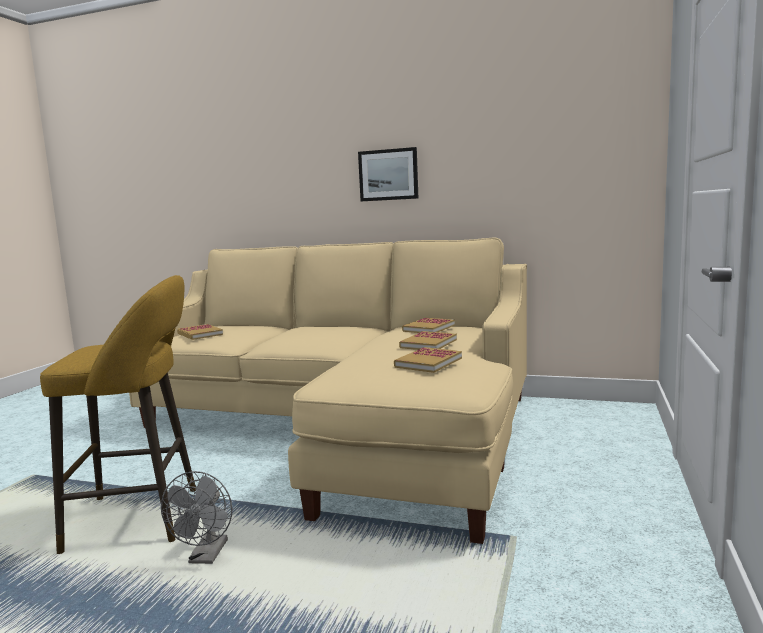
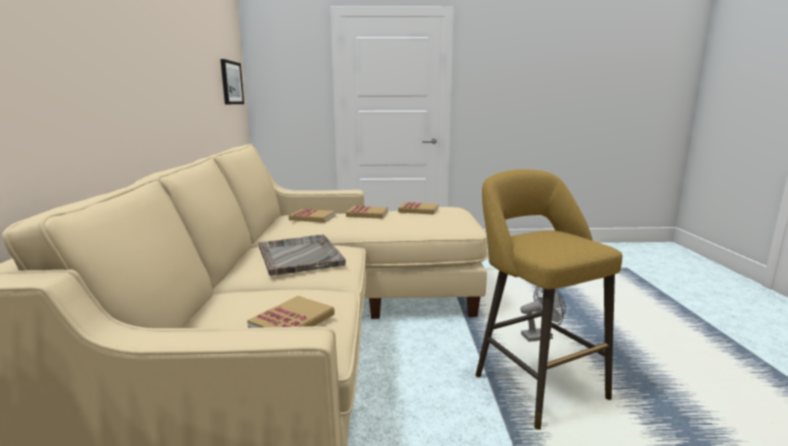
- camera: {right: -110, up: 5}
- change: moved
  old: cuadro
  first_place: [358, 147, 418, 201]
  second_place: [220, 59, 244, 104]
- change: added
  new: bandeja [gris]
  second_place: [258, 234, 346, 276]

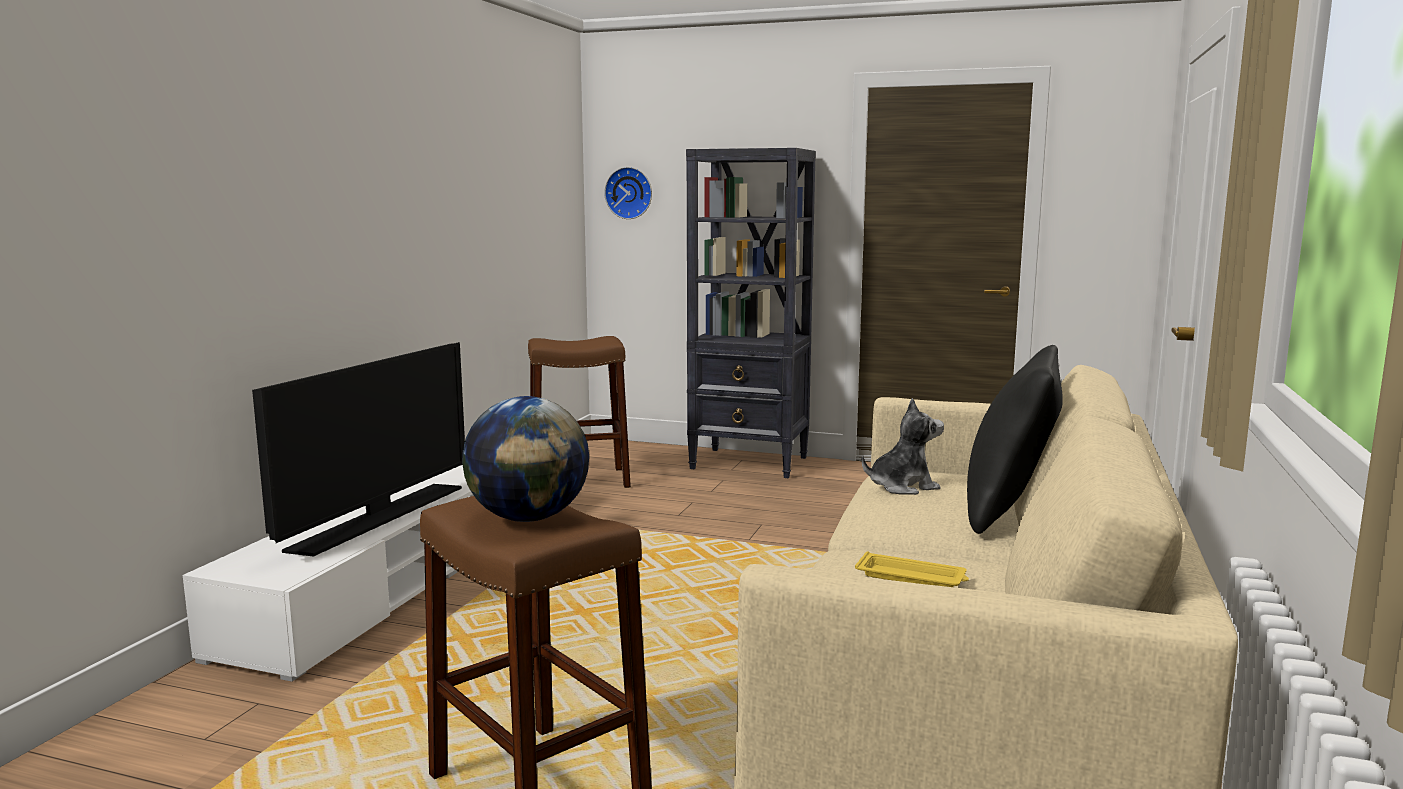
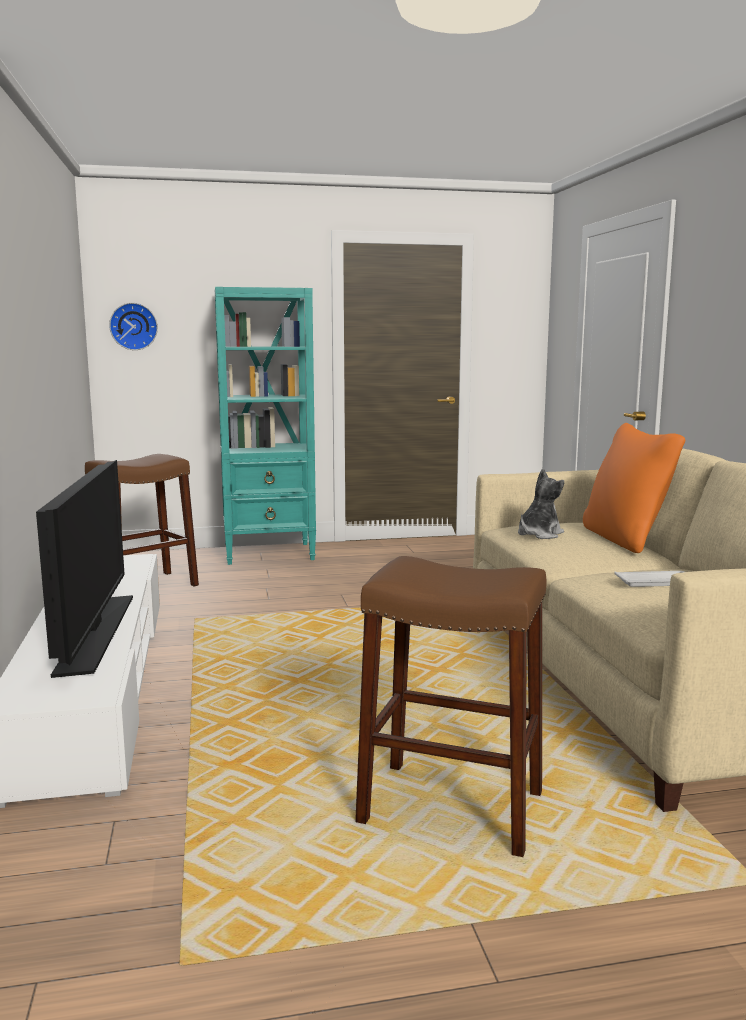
- camera: {right: -30, up: 0}
- change: recoloured
  old: estantería [negro]
  new: estantería [turquesa]
  first_place: [686, 148, 816, 478]
  second_place: [215, 287, 316, 565]
- change: recoloured
  old: cojín [negro]
  new: cojín [naranja]
  first_place: [967, 345, 1063, 534]
  second_place: [583, 423, 685, 553]
- change: recoloured
  old: bandeja [amarillo]
  new: bandeja [blanco]
  first_place: [855, 551, 969, 587]
  second_place: [614, 571, 684, 587]
- change: removed
  old: globo terráqueo
  first_place: [462, 396, 589, 522]

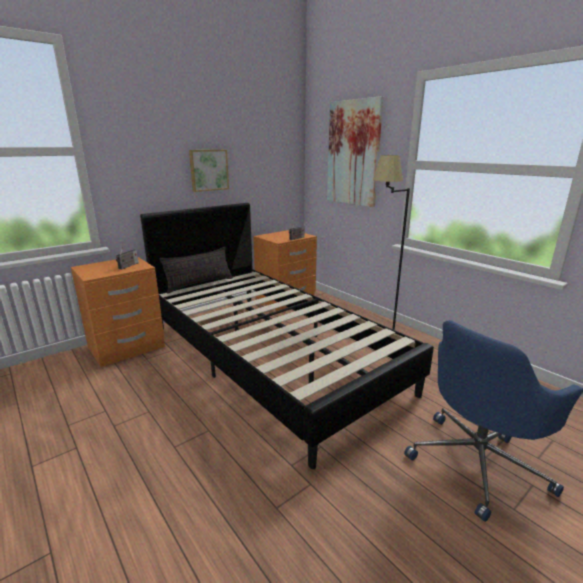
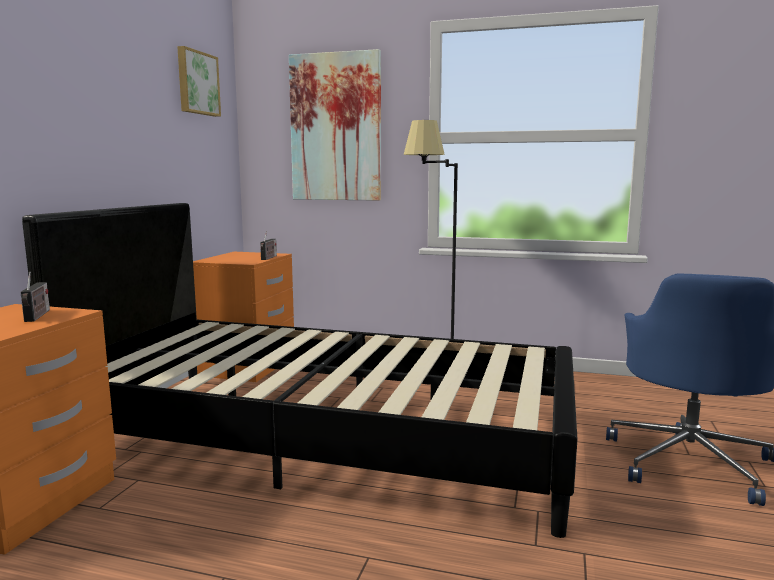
- camera: {right: -35, up: -10}
- change: moved
  old: cuadro
  first_place: [189, 150, 229, 192]
  second_place: [177, 46, 221, 117]
- change: removed
  old: cojín
  first_place: [159, 247, 233, 293]

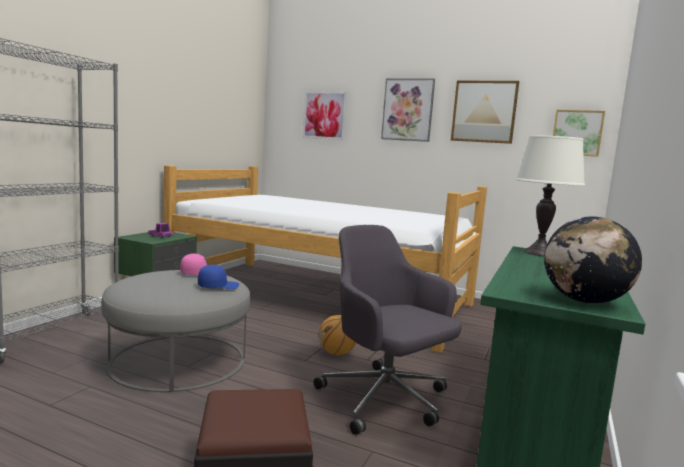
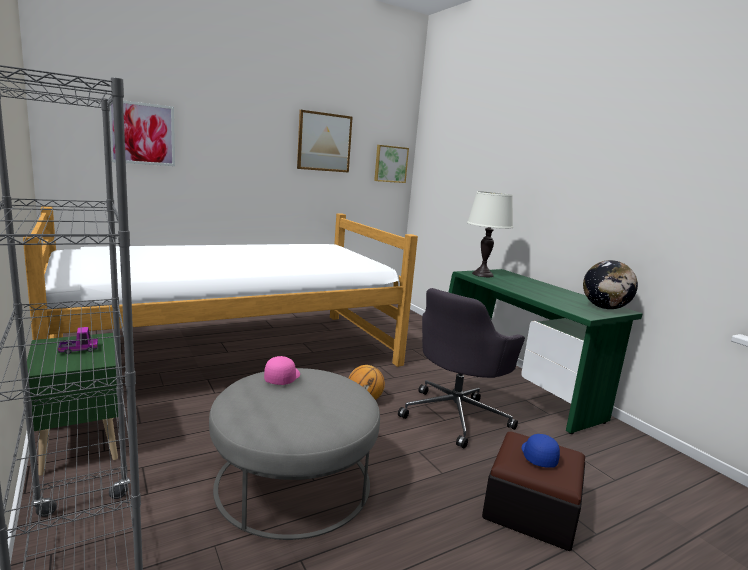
- camera: {right: -55, up: 5}
- change: turned
  old: silla de oficina [gris]
  first_place: [314, 225, 462, 435]
  second_place: [398, 288, 525, 448]
  degrees: -45
- change: moved
  old: gorra [azul]
  first_place: [198, 264, 240, 289]
  second_place: [521, 434, 560, 468]
- change: removed
  old: cuadro
  first_place: [381, 78, 435, 142]

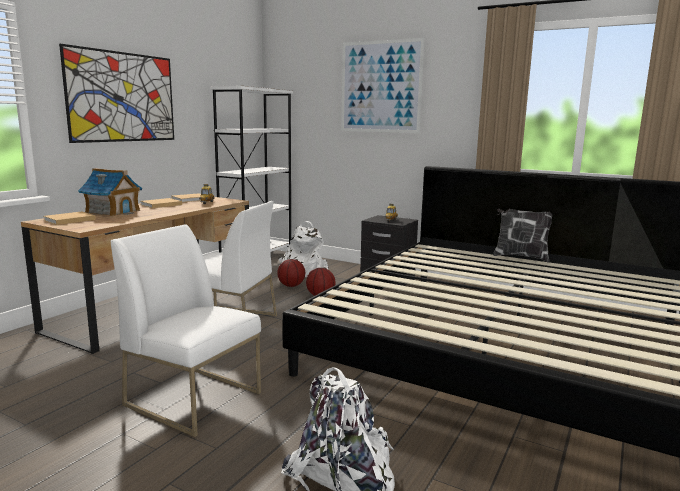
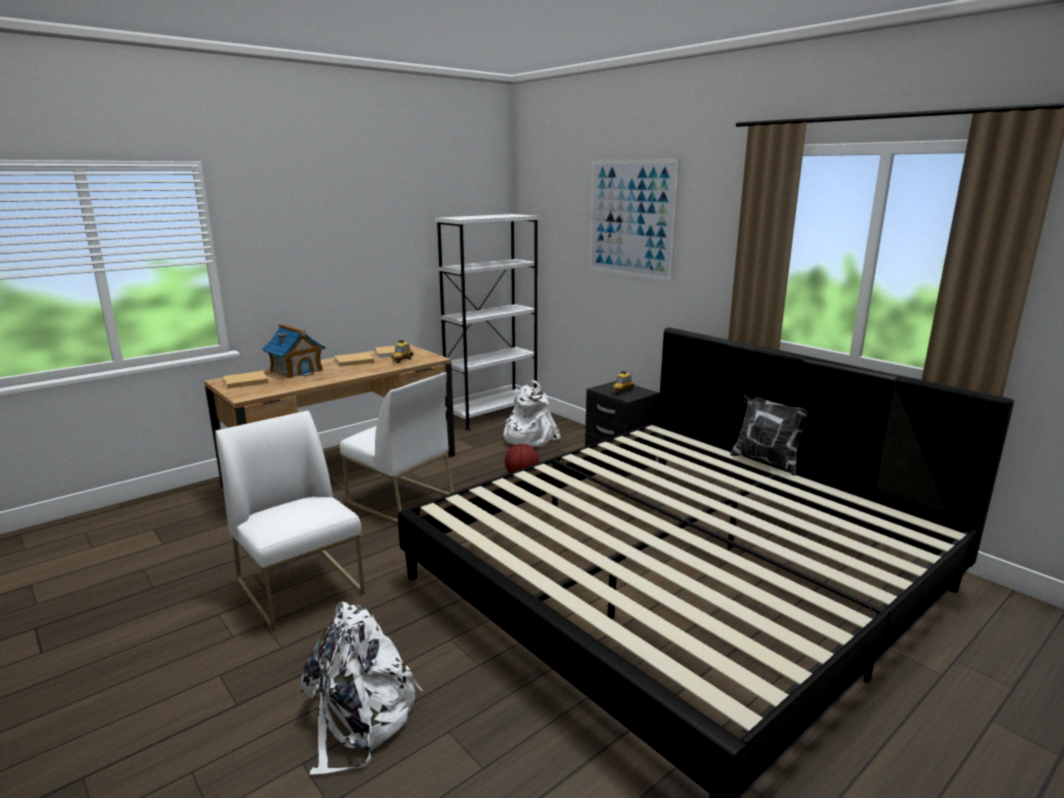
- camera: {right: 20, up: 5}
- change: removed
  old: cuadro
  first_place: [59, 44, 174, 143]
- change: removed
  old: balón de baloncesto
  first_place: [277, 259, 305, 287]

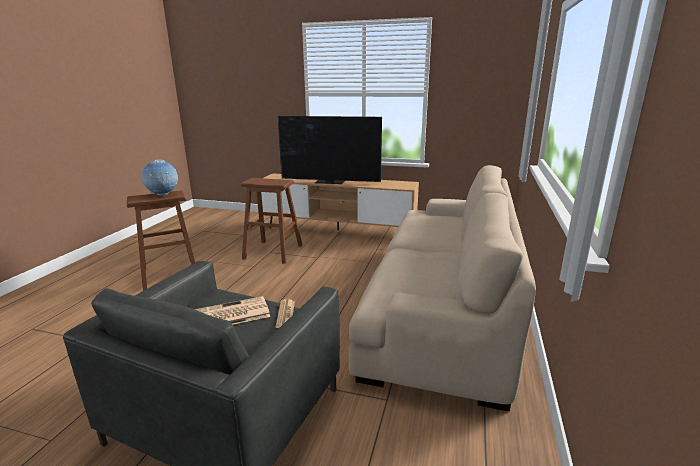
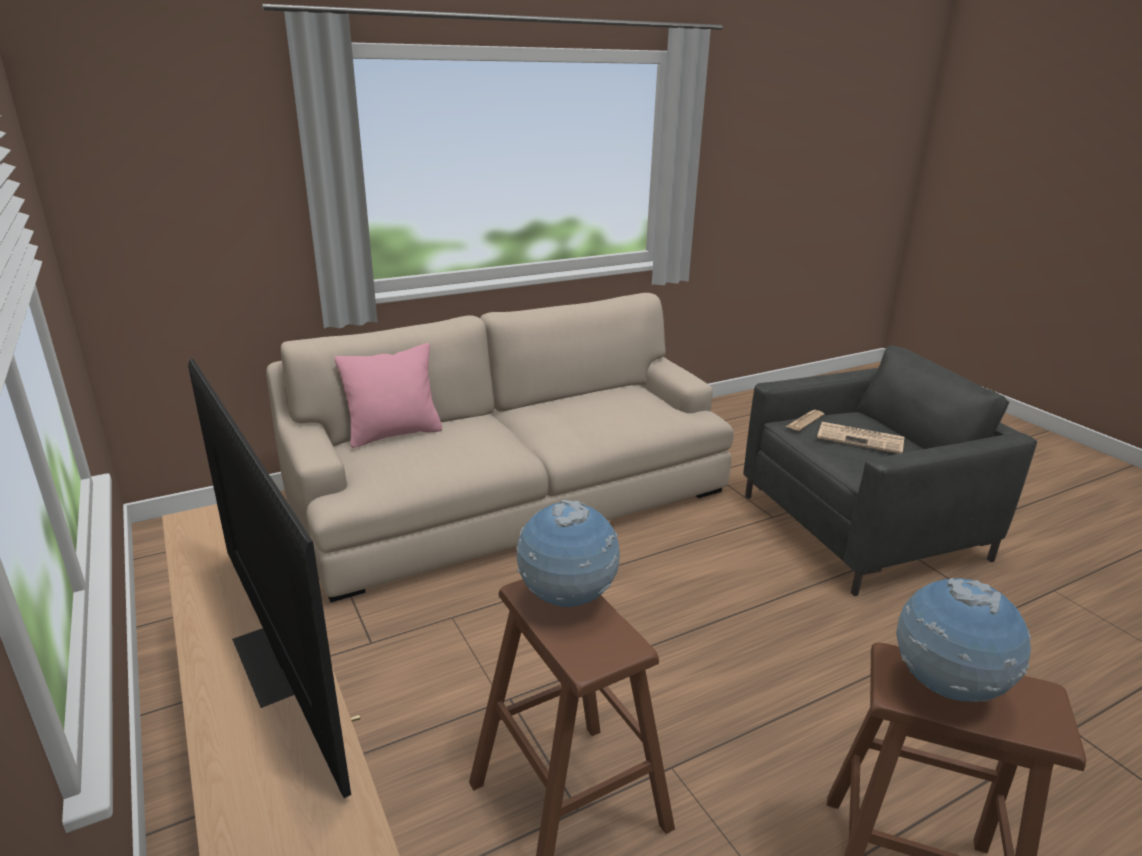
- camera: {right: -135, up: 5}
- change: added
  new: cojín [rosa]
  second_place: [335, 343, 442, 448]
- change: added
  new: globo terráqueo
  second_place: [516, 500, 620, 607]

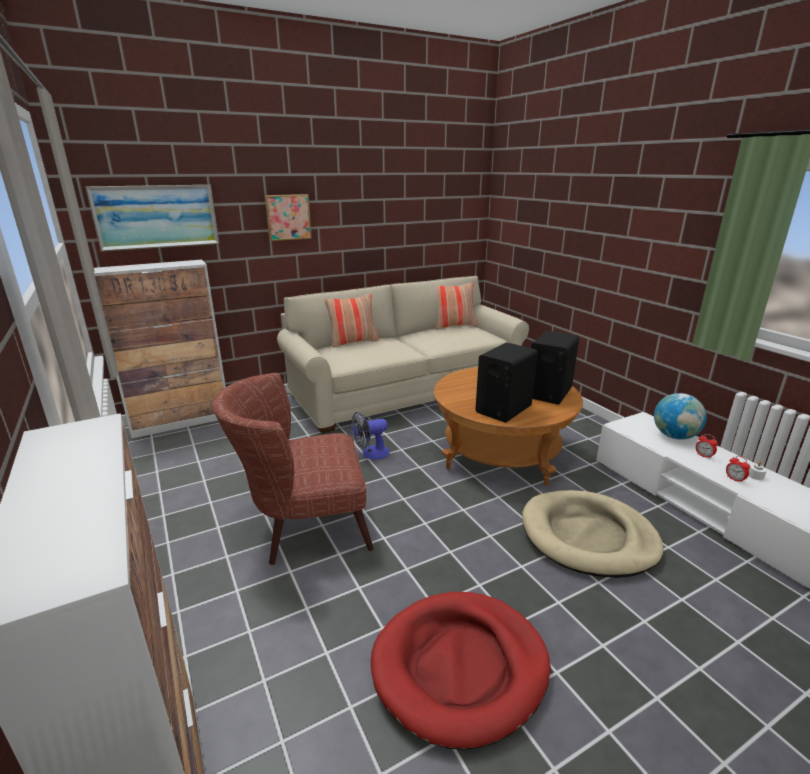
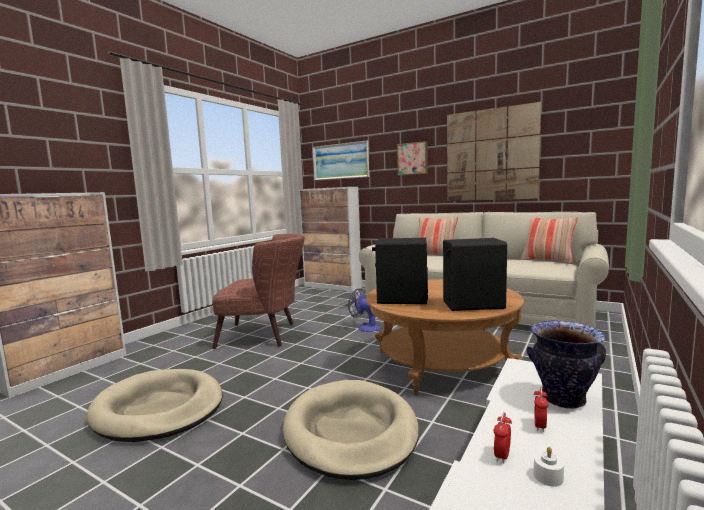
- camera: {right: 60, up: -15}
- change: recoloured
  old: cama para perro [rojo]
  new: cama para perro [beis]
  first_place: [371, 592, 550, 750]
  second_place: [86, 369, 223, 442]
- change: turned
  old: sillón [marrón]
  first_place: [212, 373, 374, 565]
  second_place: [212, 234, 305, 349]
  degrees: 135
- change: added
  new: cuadro
  second_place: [447, 102, 541, 201]
- change: replaced
  old: globo terráqueo
  new: florero
  first_place: [654, 393, 707, 440]
  second_place: [527, 320, 606, 409]

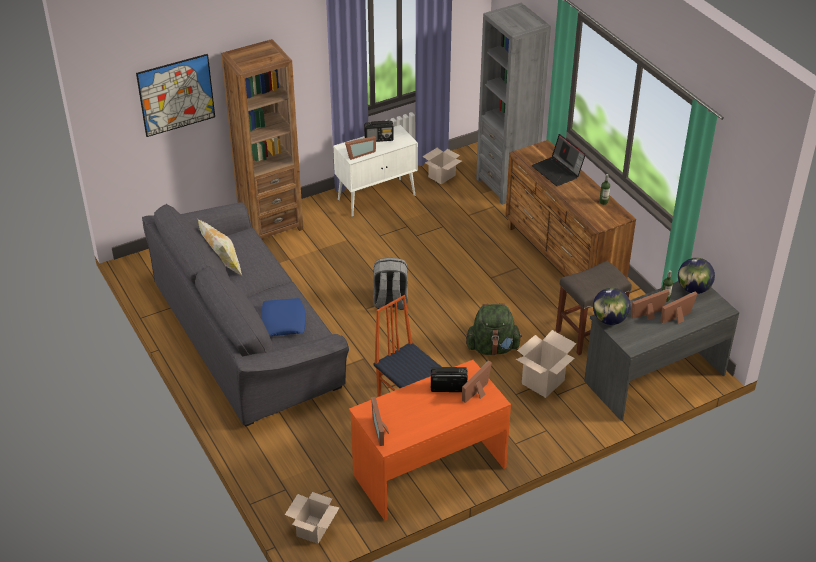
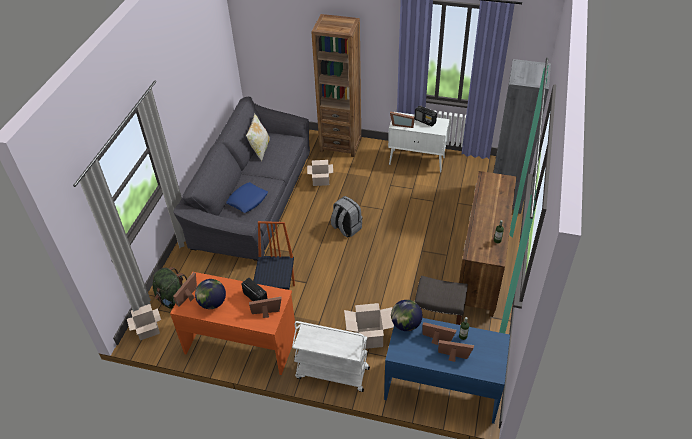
- camera: {right: 45, up: 5}
- change: moved
  old: mochila [verde]
  first_place: [466, 303, 522, 355]
  second_place: [153, 267, 187, 309]
- change: moved
  old: globo terráqueo
  first_place: [678, 258, 715, 294]
  second_place: [195, 279, 226, 309]
- change: added
  new: carrito [blanco]
  second_place: [292, 321, 370, 392]
- change: moved
  old: caja de cartón
  first_place: [422, 148, 462, 184]
  second_place: [307, 160, 333, 186]
- change: recoloured
  old: escritorio [gris]
  new: escritorio [azul]
  first_place: [584, 281, 739, 421]
  second_place: [384, 318, 510, 424]
- change: removed
  old: cuadro
  first_place: [136, 54, 215, 137]
- change: removed
  old: portátil
  first_place: [531, 134, 586, 186]

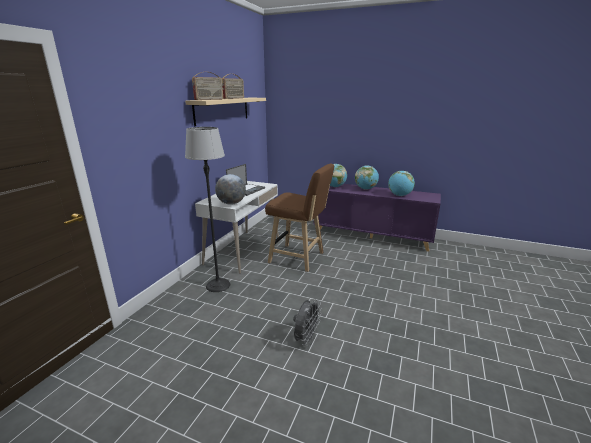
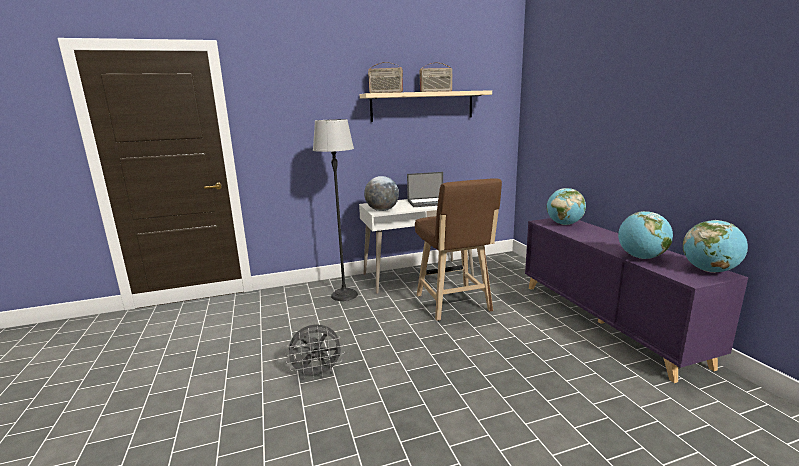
- camera: {right: 50, up: -5}
- change: moved
  old: globo terráqueo
  first_place: [355, 165, 379, 190]
  second_place: [683, 220, 748, 273]

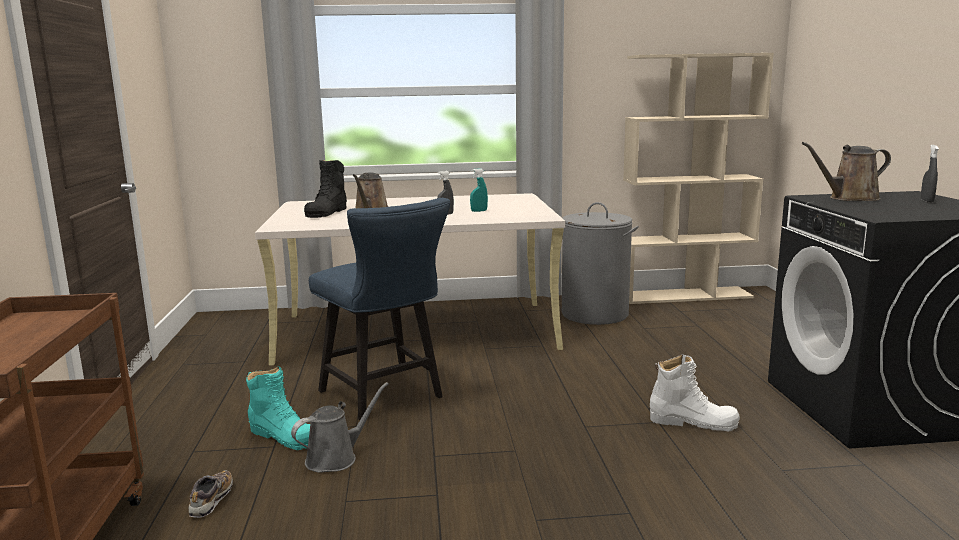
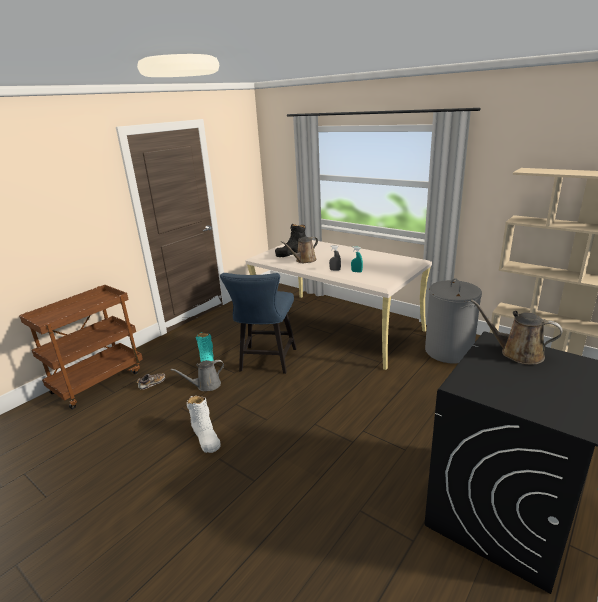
- camera: {right: 45, up: 10}
- change: turned
  old: regadera [gris]
  first_place: [291, 382, 389, 473]
  second_place: [171, 360, 224, 391]
  degrees: 150
- change: moved
  old: bota [blanco]
  first_place: [650, 354, 740, 431]
  second_place: [187, 396, 221, 453]
- change: removed
  old: pulverizador [gris]
  first_place: [921, 145, 939, 203]

